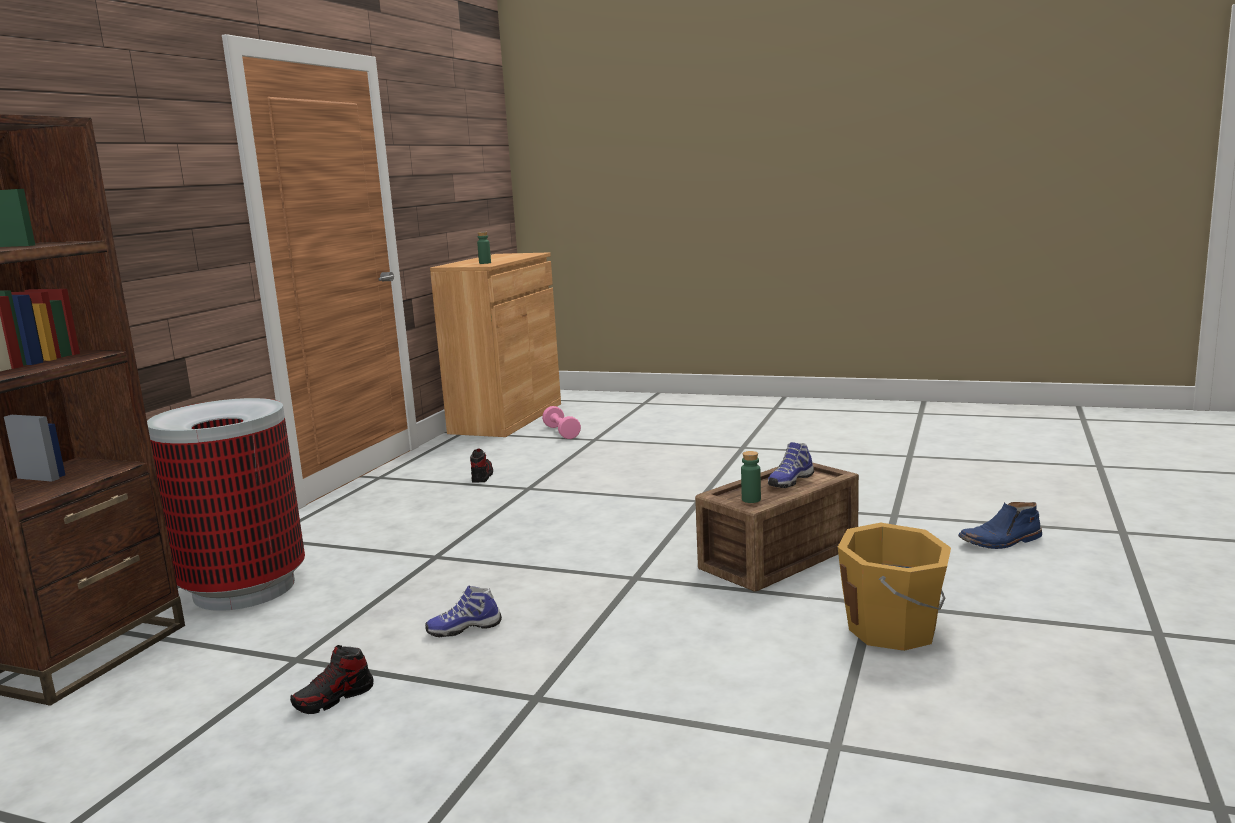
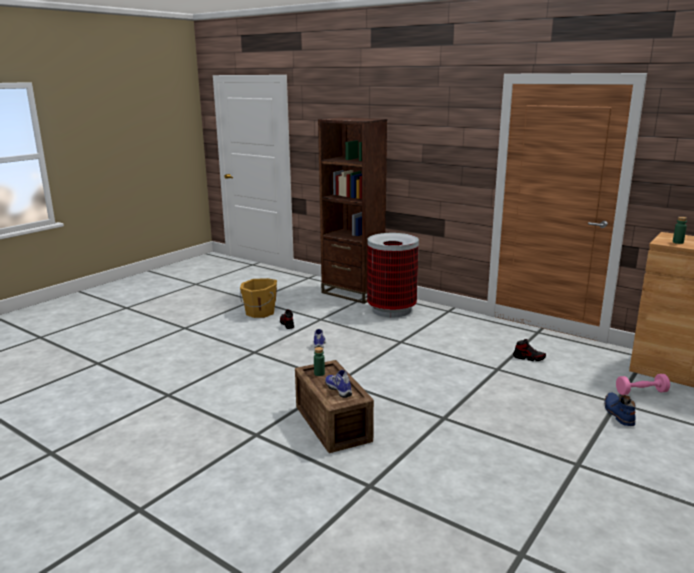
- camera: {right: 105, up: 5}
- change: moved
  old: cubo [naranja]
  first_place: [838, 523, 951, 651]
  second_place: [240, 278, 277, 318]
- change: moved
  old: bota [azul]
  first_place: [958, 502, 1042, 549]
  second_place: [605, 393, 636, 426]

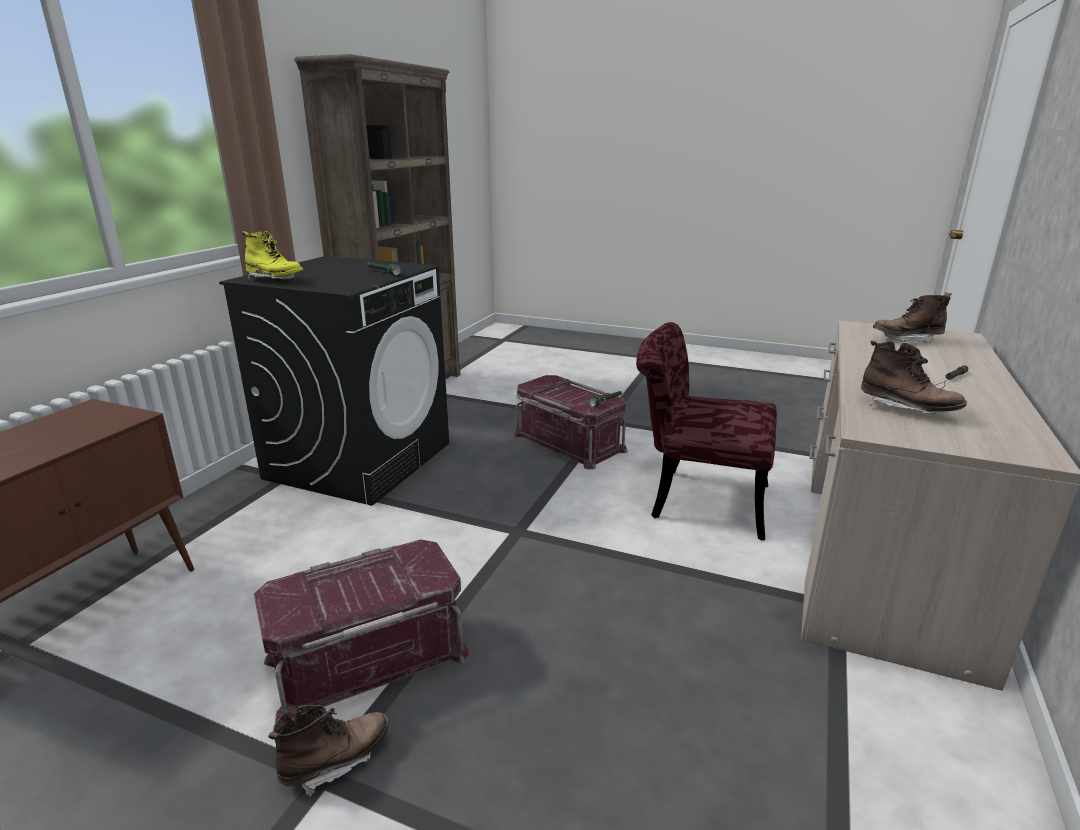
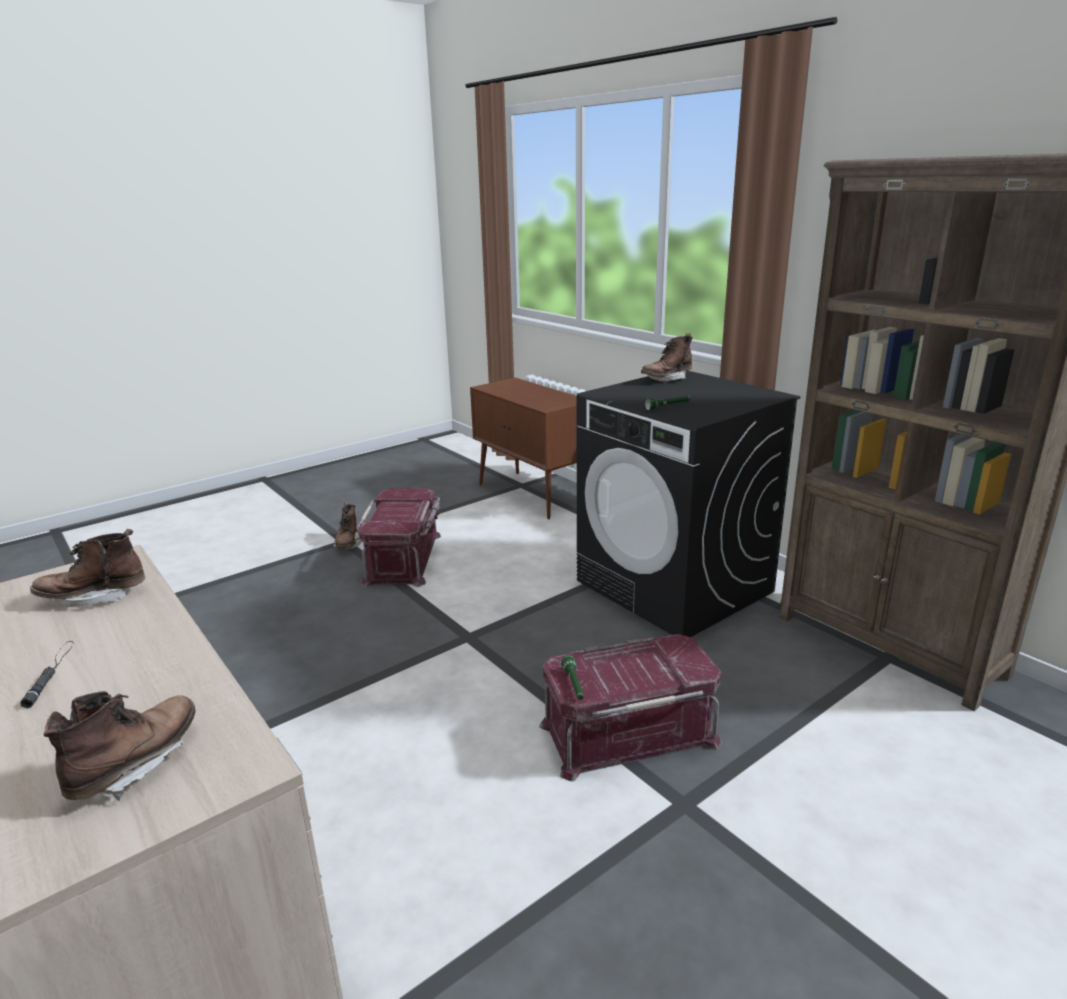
- camera: {right: 120, up: 0}
- change: recoloured
  old: bota [amarillo]
  new: bota [marrón]
  first_place: [242, 231, 303, 280]
  second_place: [641, 333, 693, 382]
- change: removed
  old: silla [rojo]
  first_place: [636, 322, 777, 540]

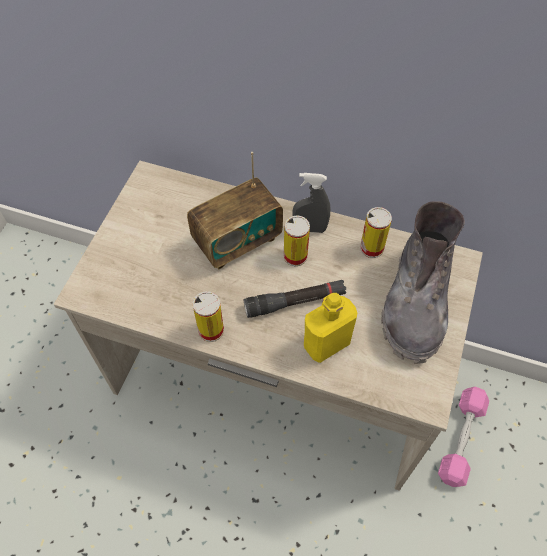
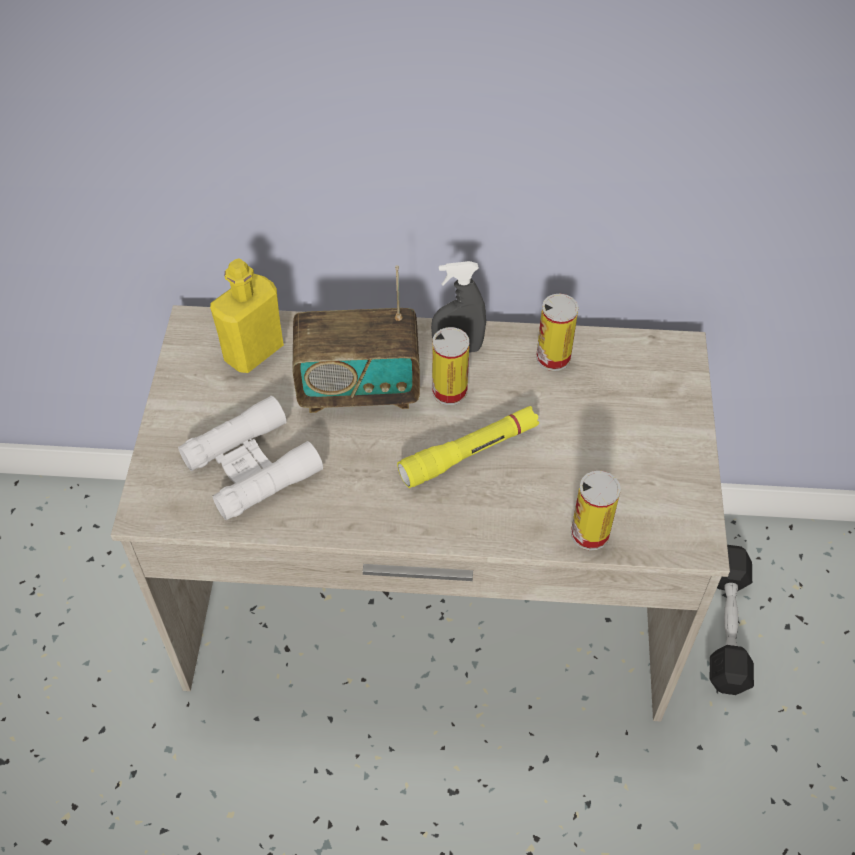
- camera: {right: -15, up: -5}
- change: added
  new: prismáticos [blanco]
  second_place: [178, 396, 323, 520]
- change: moved
  old: botella [amarillo]
  first_place: [304, 293, 357, 363]
  second_place: [210, 258, 284, 373]
- change: turned
  old: radio
  first_place: [187, 152, 283, 270]
  second_place: [292, 265, 420, 413]
  degrees: 45
- change: recoloured
  old: linterna [negro]
  new: linterna [amarillo]
  first_place: [244, 280, 347, 318]
  second_place: [397, 406, 539, 488]
- change: moved
  old: lata
  first_place: [193, 291, 224, 342]
  second_place: [571, 471, 621, 551]
- change: recoloured
  old: mancuerna [rosa]
  new: mancuerna [negro]
  first_place: [438, 387, 489, 487]
  second_place: [710, 545, 754, 695]
- change: removed
  old: bota [gris]
  first_place: [381, 201, 465, 364]

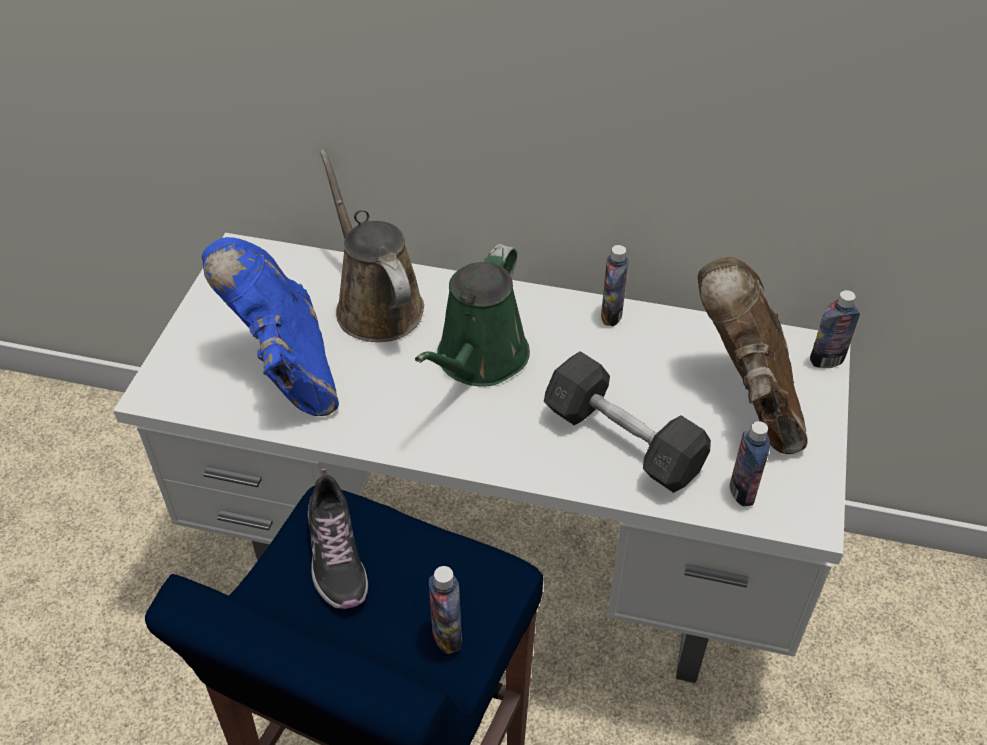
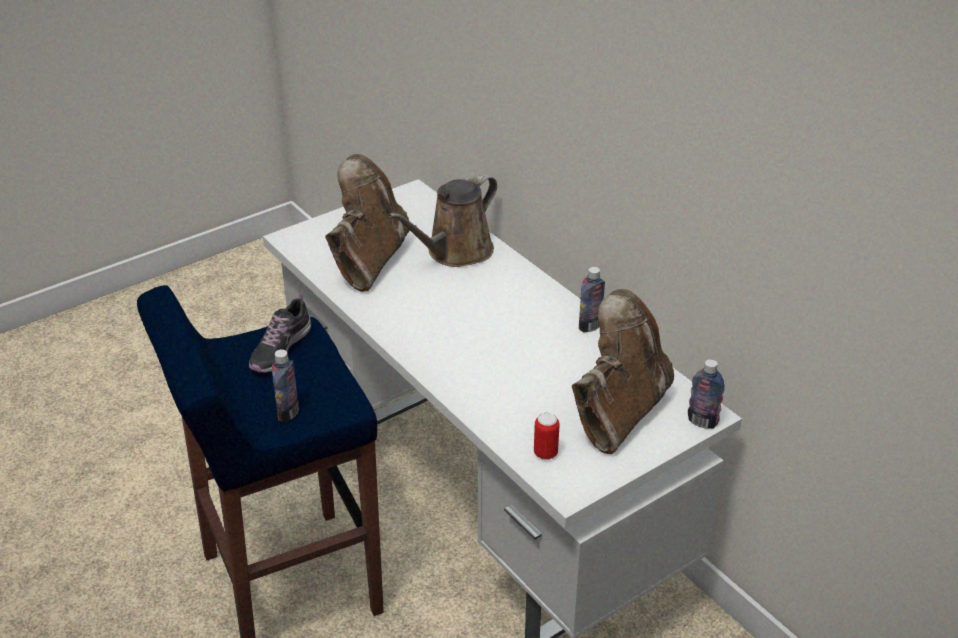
- camera: {right: 40, up: -10}
- change: recoloured
  old: bota [azul]
  new: bota [marrón]
  first_place: [202, 237, 339, 416]
  second_place: [325, 154, 409, 292]
- change: turned
  old: regadera [marrón]
  first_place: [320, 149, 424, 342]
  second_place: [388, 174, 497, 267]
  degrees: -150
- change: replaced
  old: botella
  new: lata
  first_place: [730, 421, 770, 507]
  second_place: [534, 413, 560, 460]
- change: removed
  old: regadera [verde]
  first_place: [415, 244, 530, 387]
- change: removed
  old: mancuerna [gris]
  first_place: [544, 351, 711, 493]

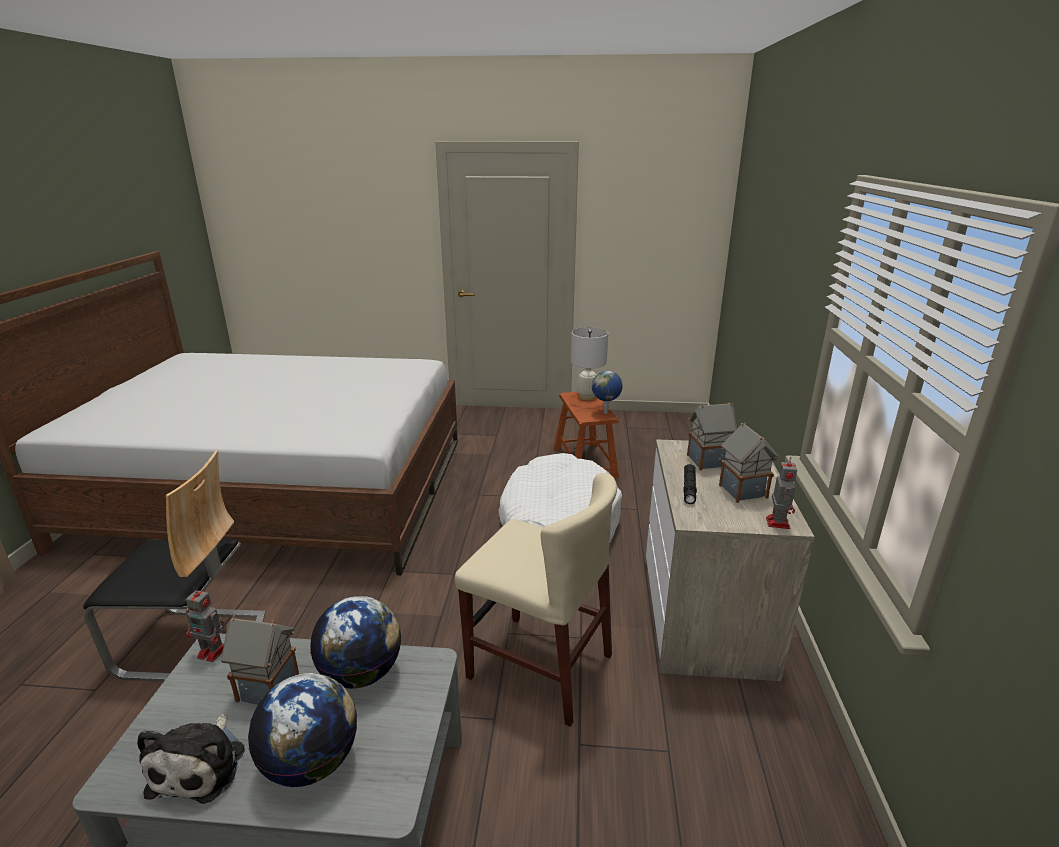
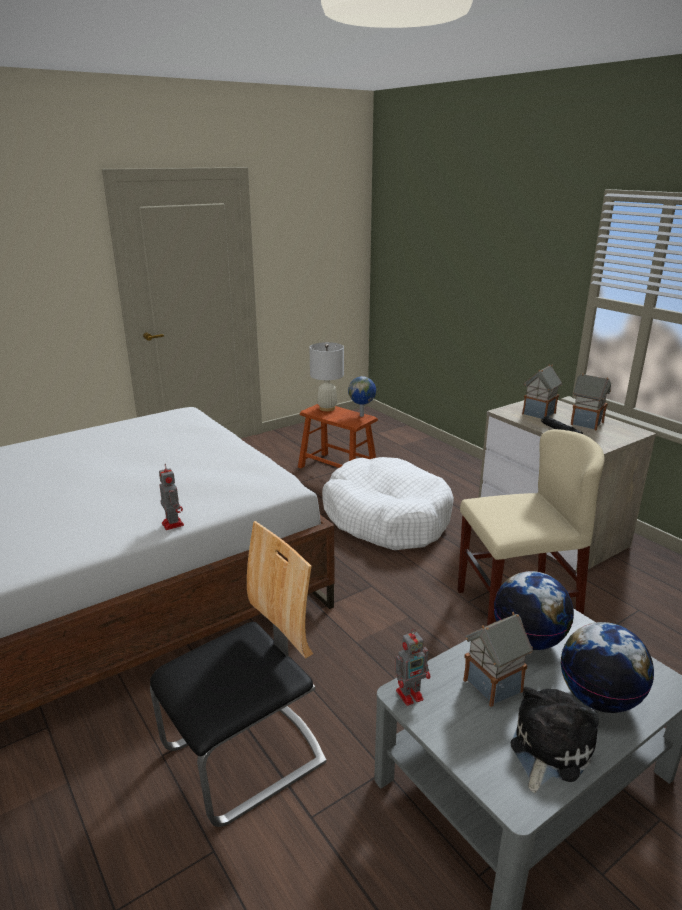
- camera: {right: -40, up: 0}
- change: moved
  old: robot de juguete
  first_place: [766, 457, 797, 529]
  second_place: [159, 464, 184, 530]
- change: turned
  old: peluche
  first_place: [137, 714, 244, 804]
  second_place: [511, 686, 599, 793]
  degrees: -105

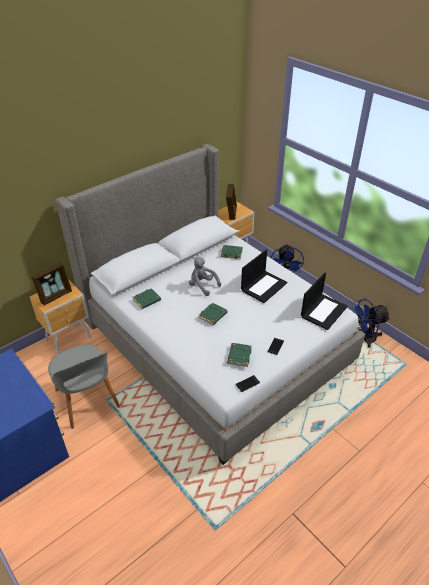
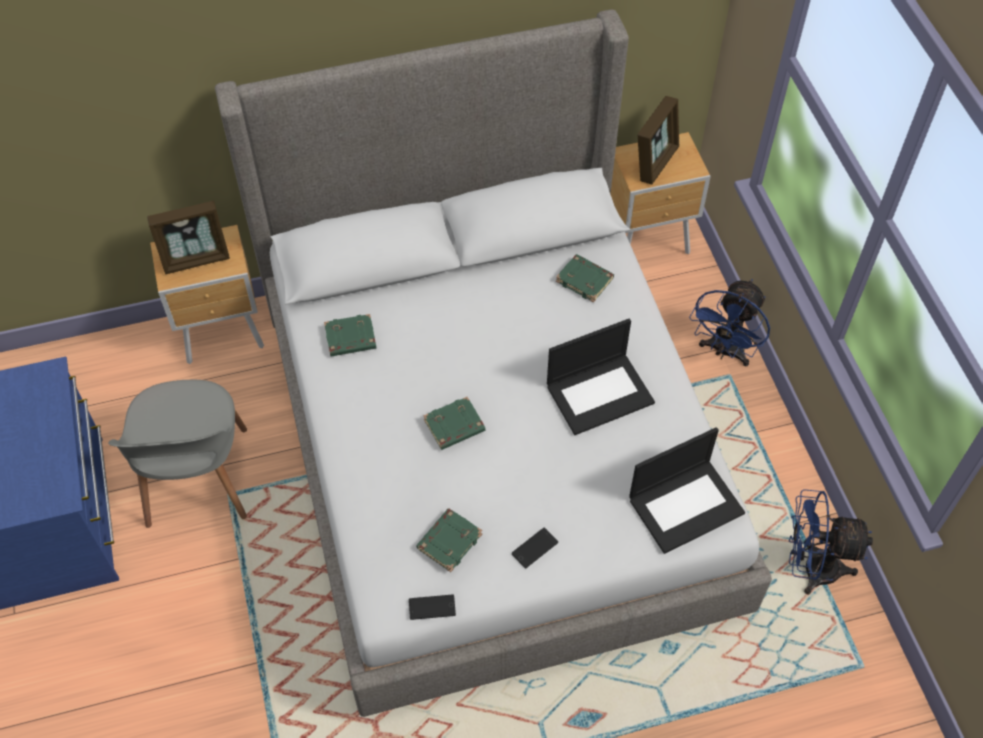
- camera: {right: 25, up: 15}
- change: removed
  old: peluche [gris]
  first_place: [189, 257, 221, 296]

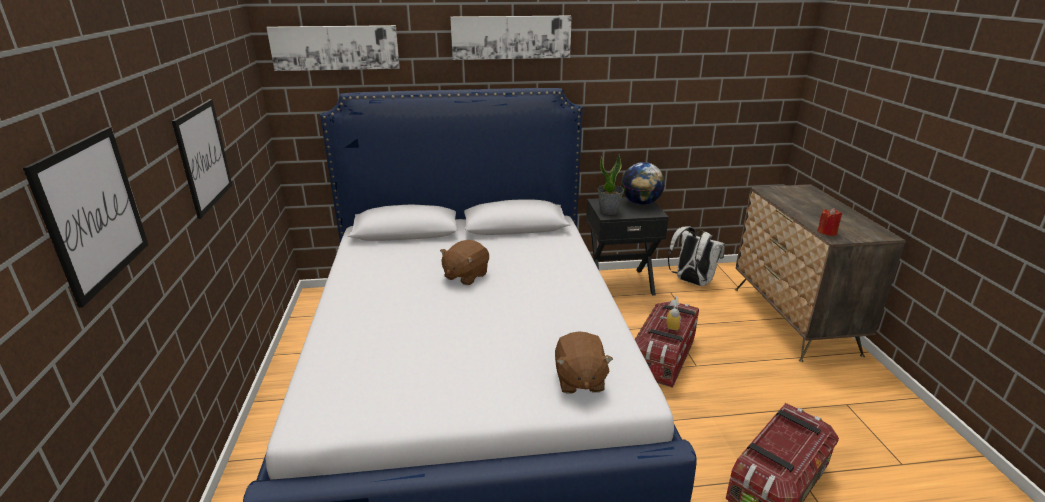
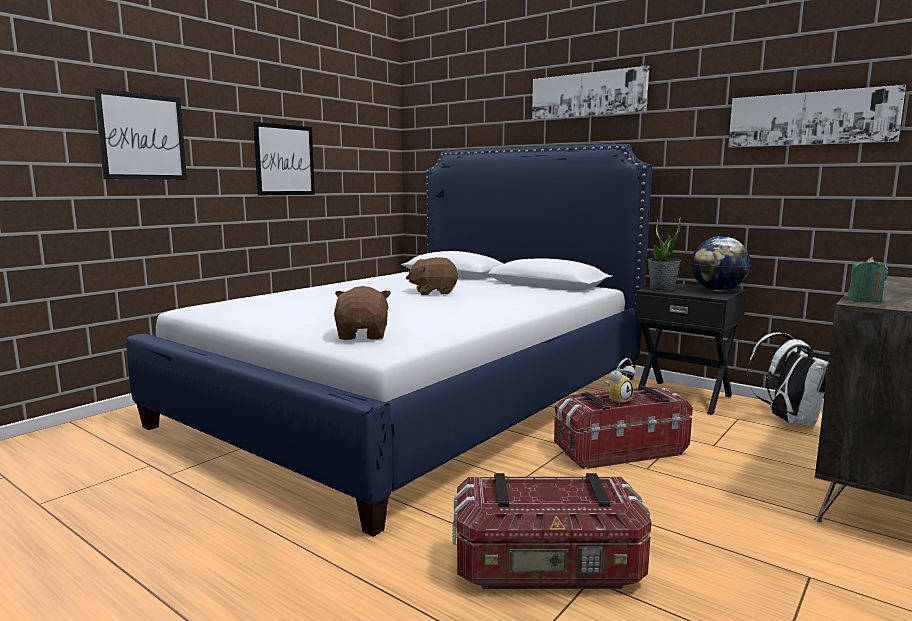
- camera: {right: 45, up: -15}
- change: turned
  old: peluche [marrón]
  first_place: [555, 331, 613, 394]
  second_place: [334, 286, 391, 340]
  degrees: 135
- change: moved
  old: cuadro
  first_place: [267, 25, 400, 71]
  second_place: [728, 85, 906, 148]
- change: recoloured
  old: vela [rojo]
  new: vela [verde]
  first_place: [817, 208, 842, 236]
  second_place: [848, 257, 888, 302]

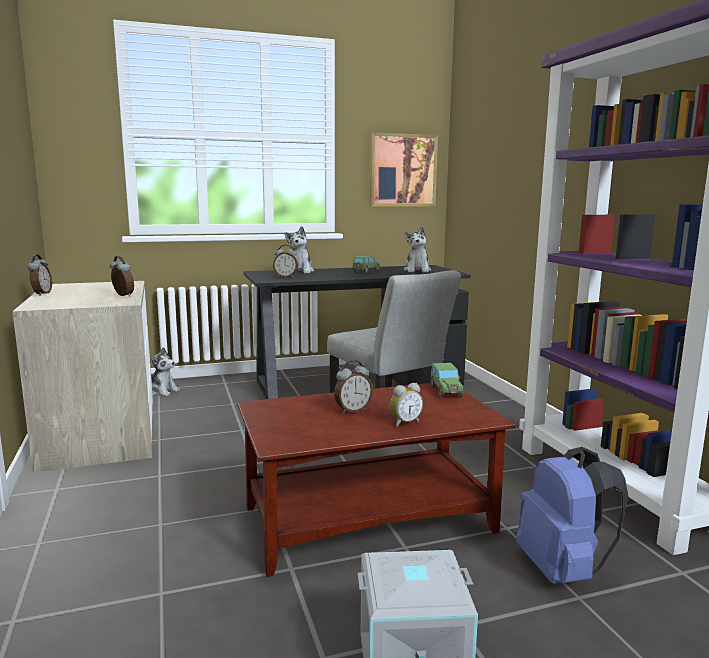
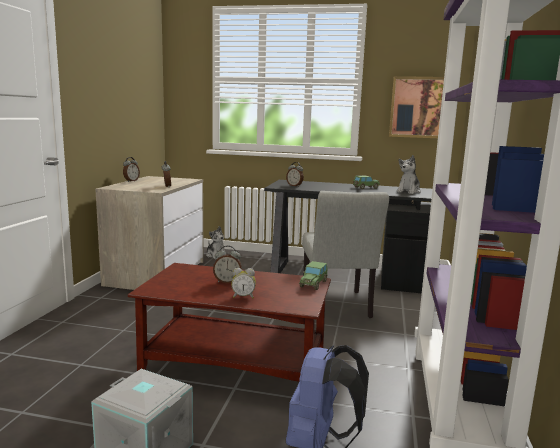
- camera: {right: 30, up: 0}
- change: removed
  old: peluche
  first_place: [284, 226, 314, 273]

